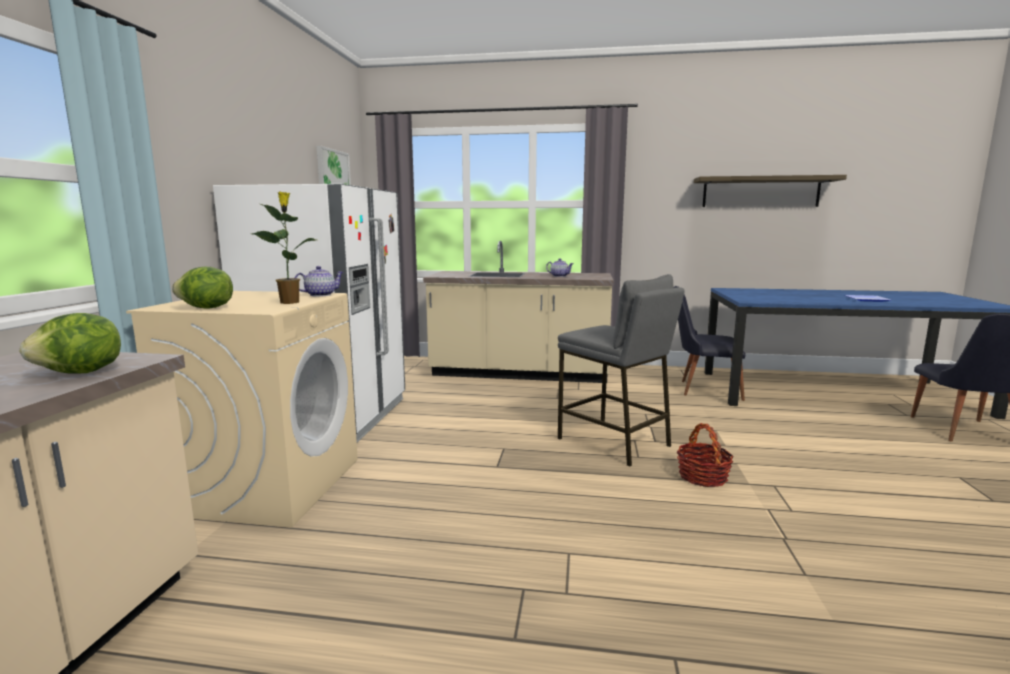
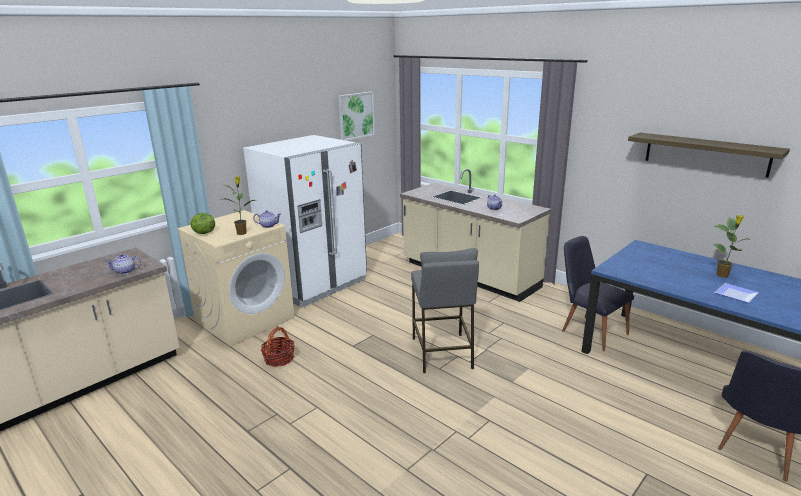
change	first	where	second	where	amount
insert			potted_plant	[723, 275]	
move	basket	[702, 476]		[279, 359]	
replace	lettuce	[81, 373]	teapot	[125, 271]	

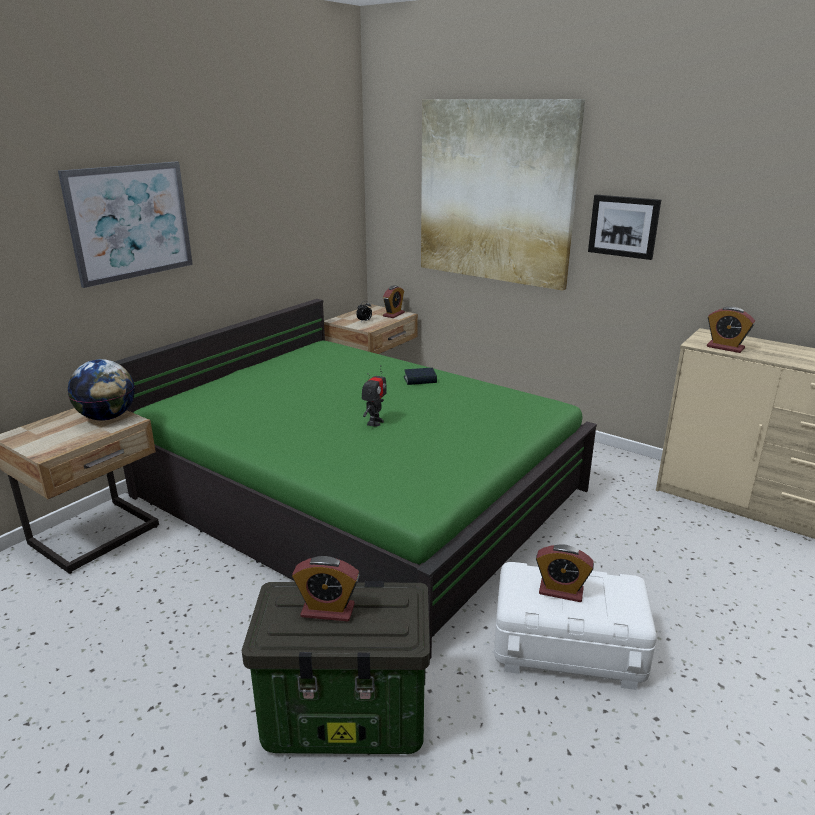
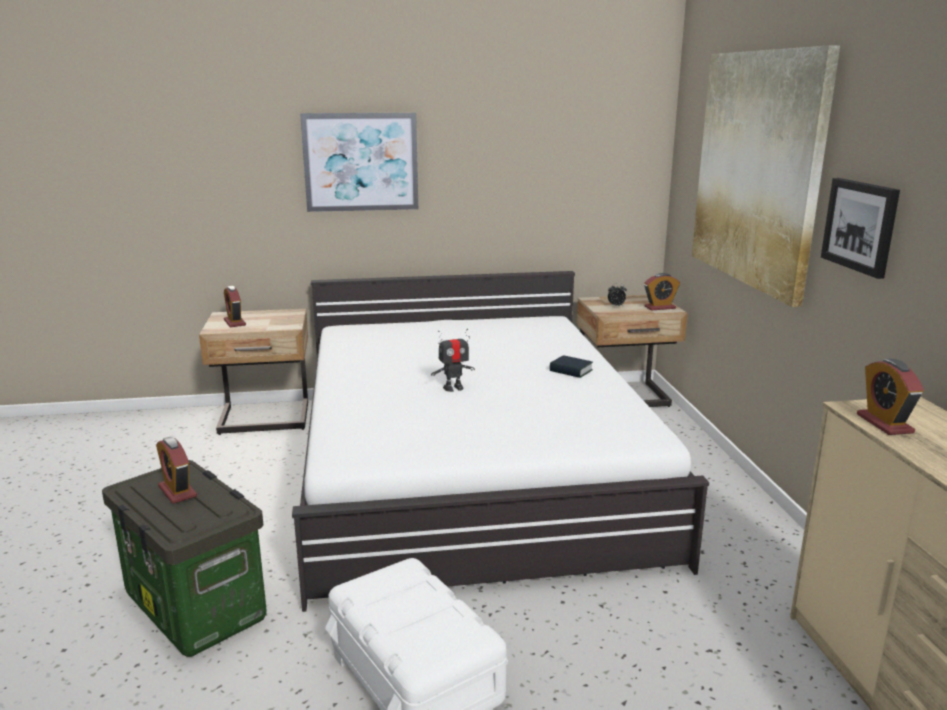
change	first	where	second	where	amount
delete	globe	[107, 417]			
move	alarm_clock	[561, 591]		[234, 322]	
recolor	green_bed	[359, 493]	white_bed	[469, 469]	

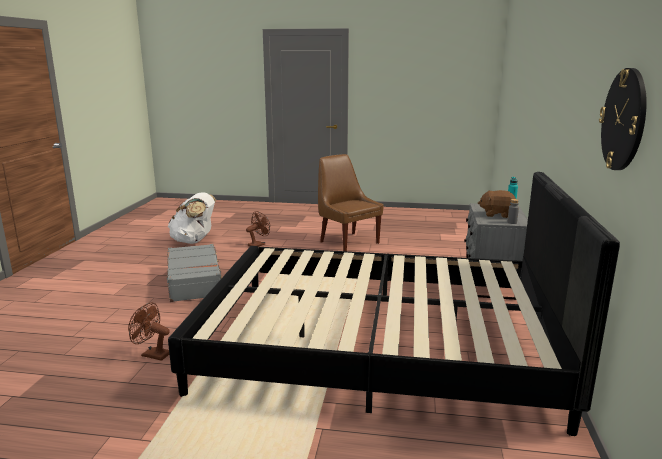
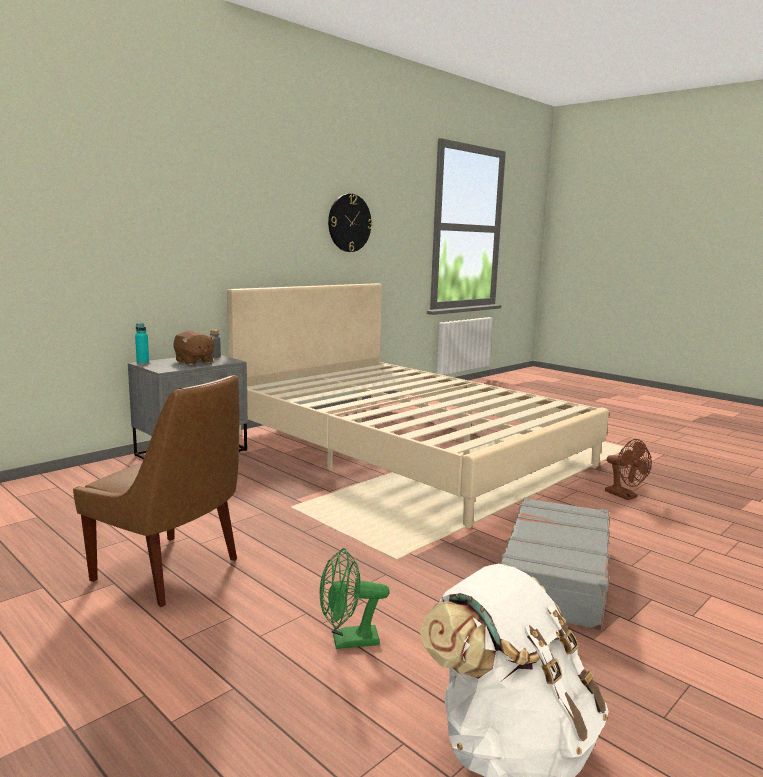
change	first	where	second	where	amount
recolor	black_bed	[378, 347]	beige_bed	[407, 448]	
recolor	brown_fan	[258, 244]	green_fan	[348, 641]	
rotate	brown_chair	[348, 242]		[170, 571]	60 degrees counterclockwise

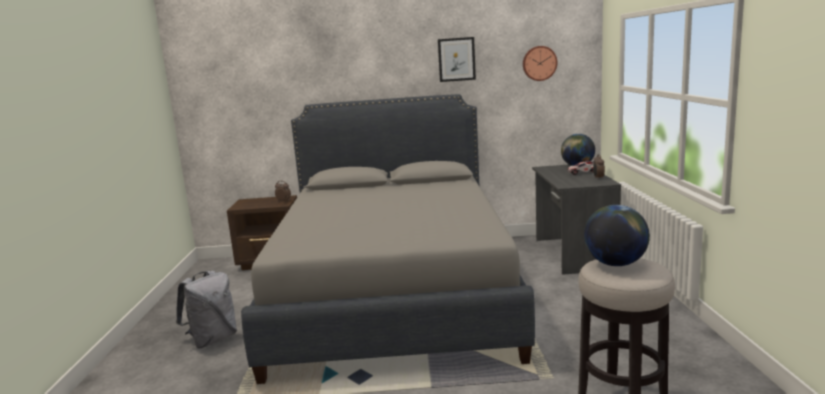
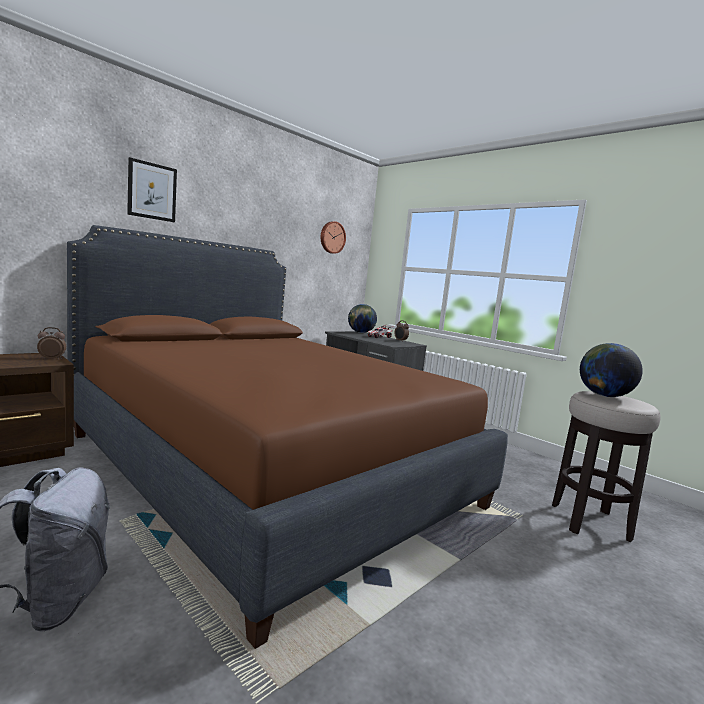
change	first	where	second	where	amount
move	picture	[456, 59]		[152, 191]	
recolor	grey_bed	[394, 294]	brown_bed	[265, 468]	

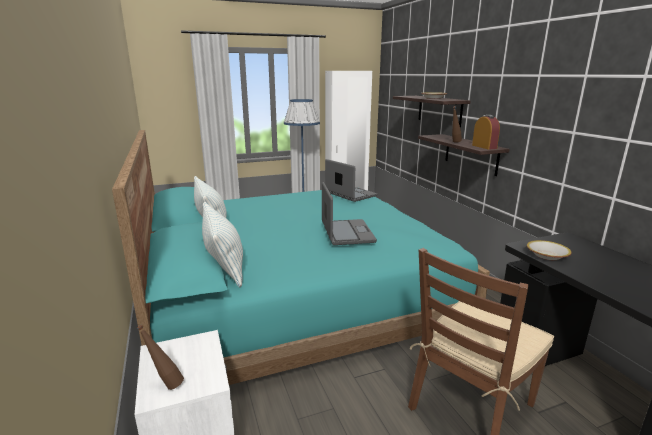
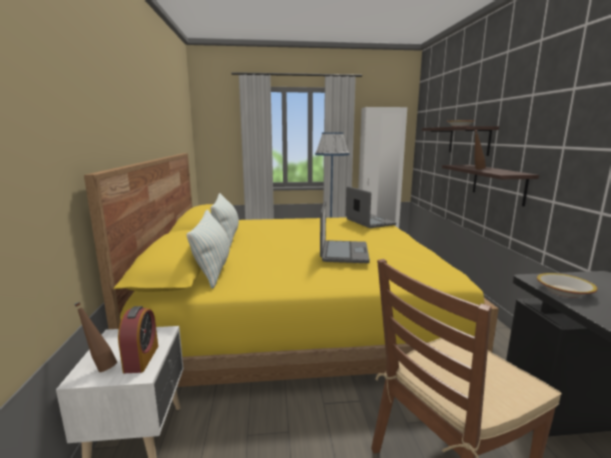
change	first	where	second	where	amount
move	alarm_clock	[484, 147]		[141, 358]	
recolor	turquoise_bed	[294, 292]	yellow_bed	[298, 311]	

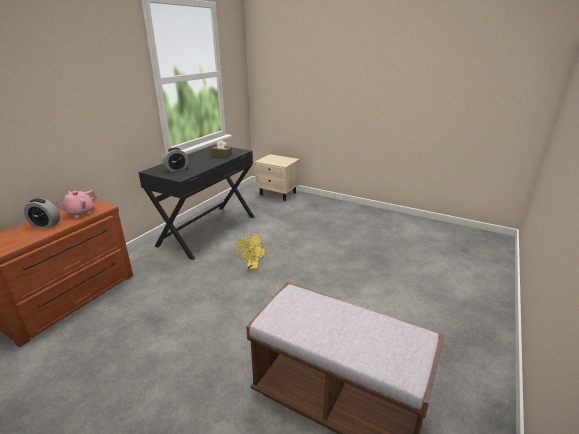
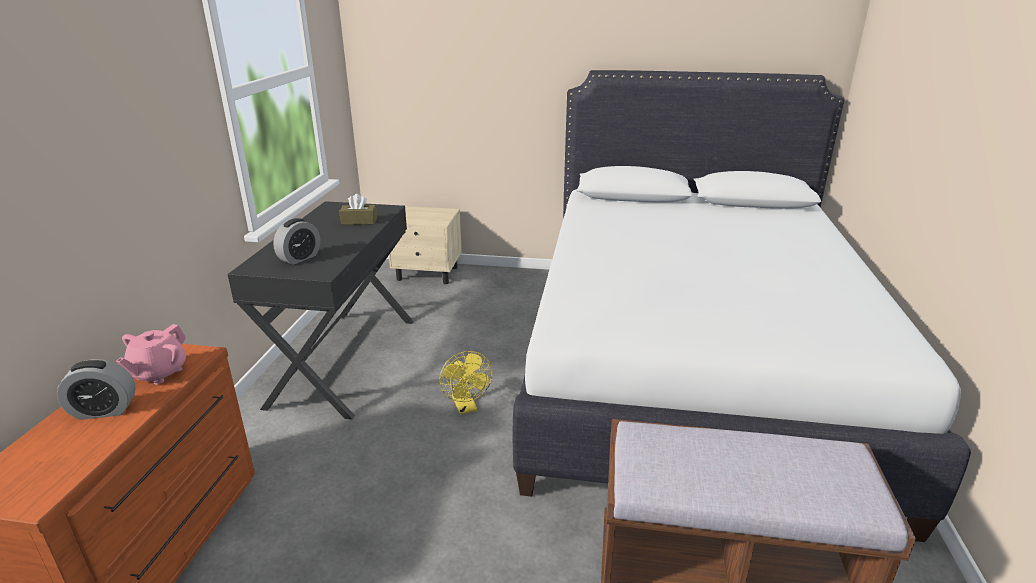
change	first	where	second	where	amount
insert			white_bed	[689, 365]	

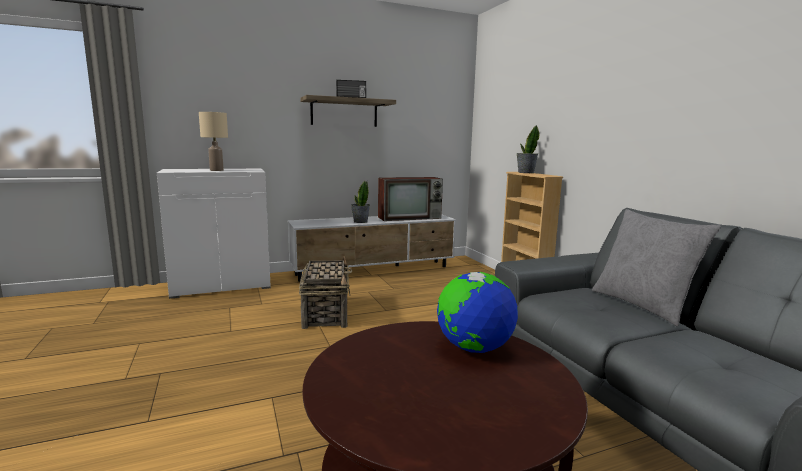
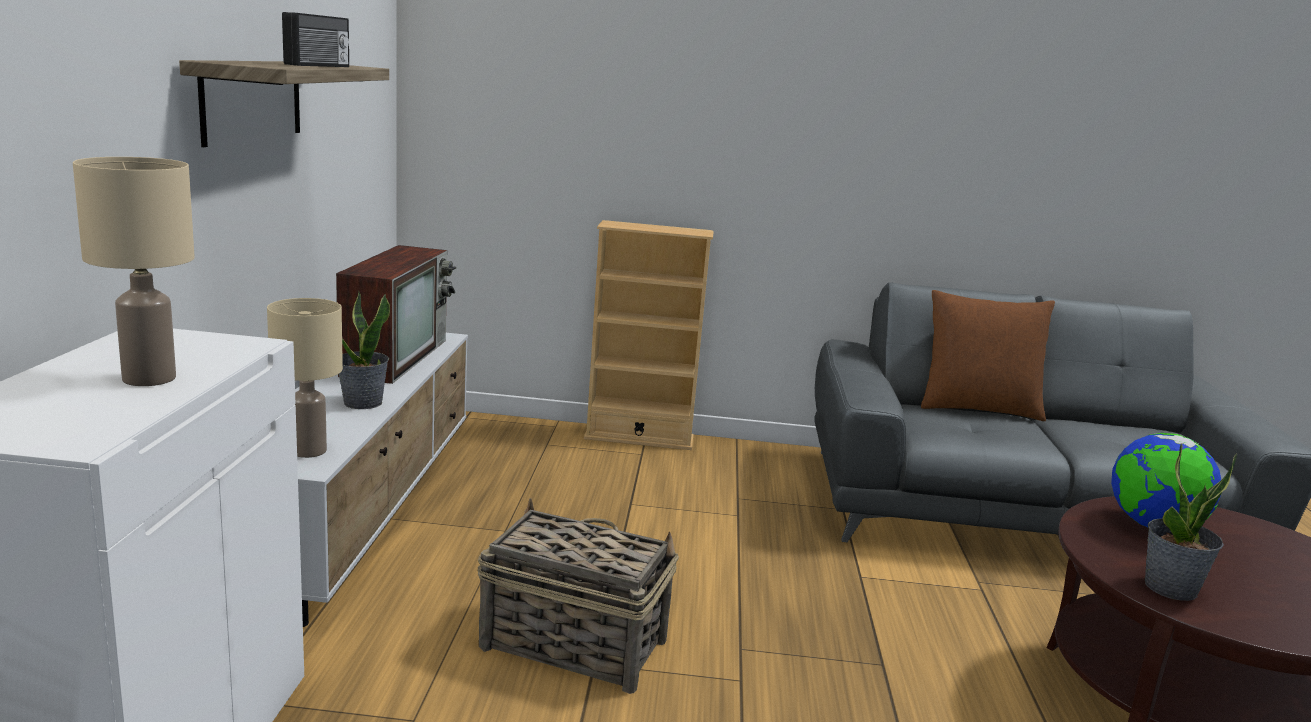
change	first	where	second	where	amount
insert			beige_table_lamp	[309, 450]	
move	potted_plant	[525, 172]		[1170, 588]	
recolor	grey_pillow	[642, 305]	brown_pillow	[977, 408]	

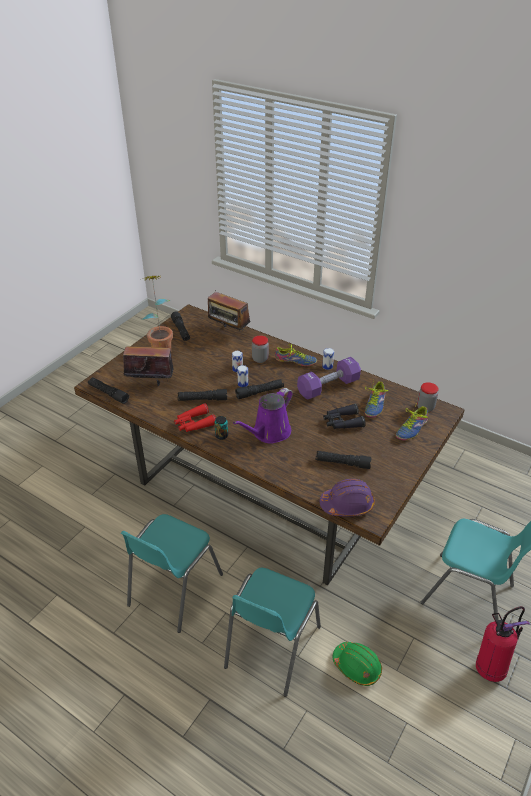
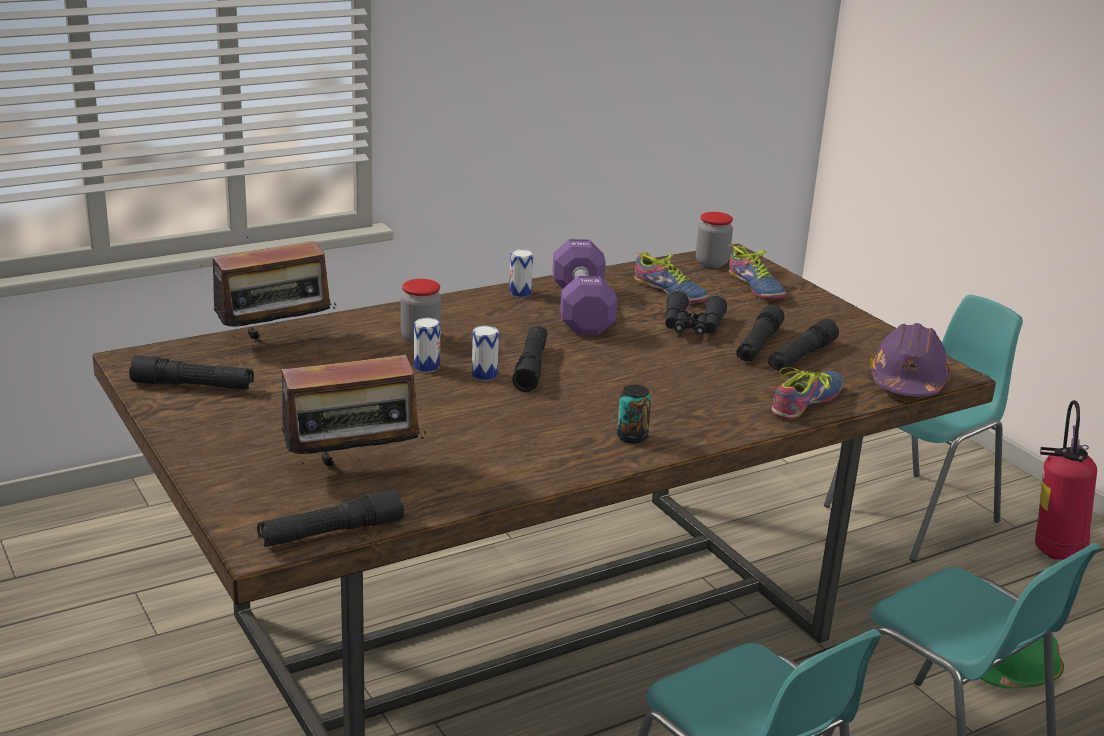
change	first	where	second	where	amount
delete	potted_plant	[161, 347]			
delete	red_binoculars	[194, 423]			
delete	purple_watering_can	[269, 433]			
move	black_flashlight	[202, 399]		[758, 345]	
move	shoe	[295, 362]		[810, 403]	
rotate	radio	[150, 382]		[353, 469]	135 degrees counterclockwise

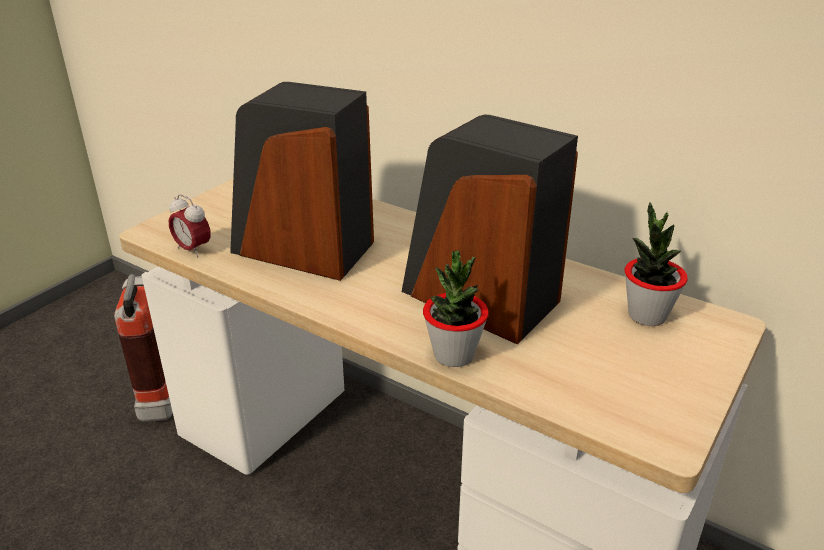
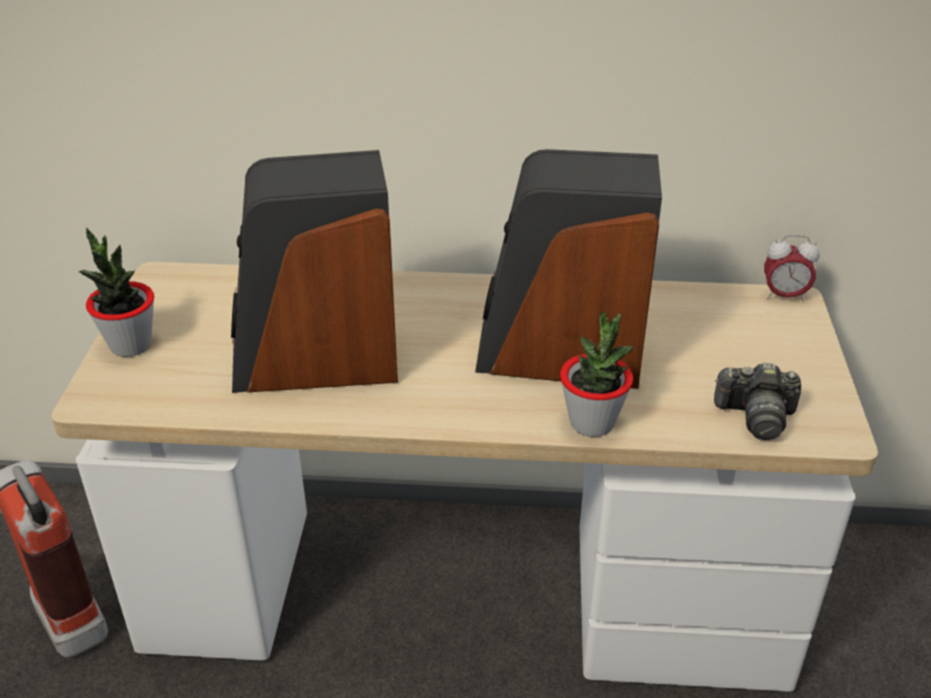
change	first	where	second	where	amount
insert			photo_camera	[756, 417]	
move	alarm_clock	[193, 250]		[784, 296]	
move	potted_plant	[646, 315]		[130, 345]	

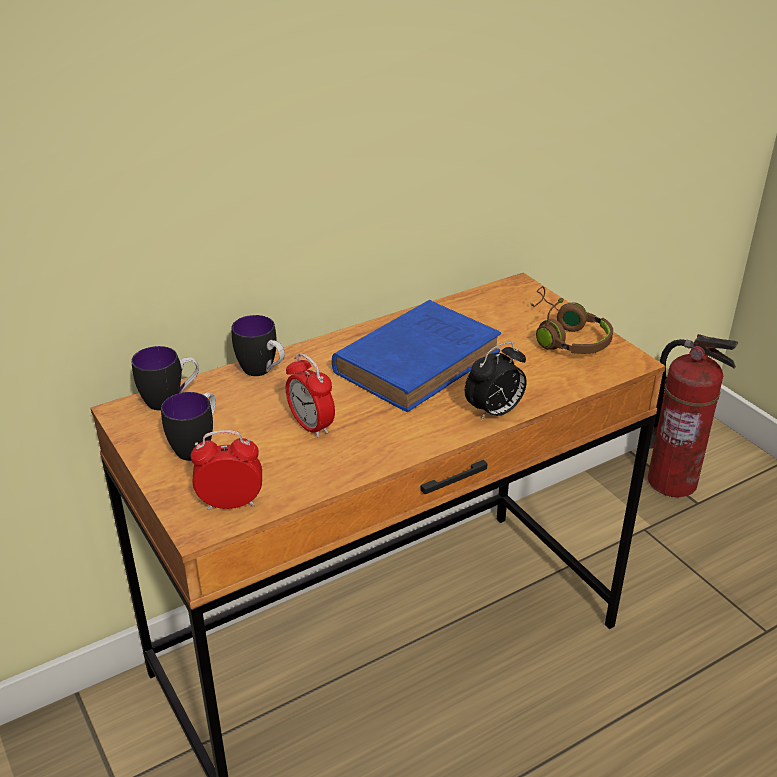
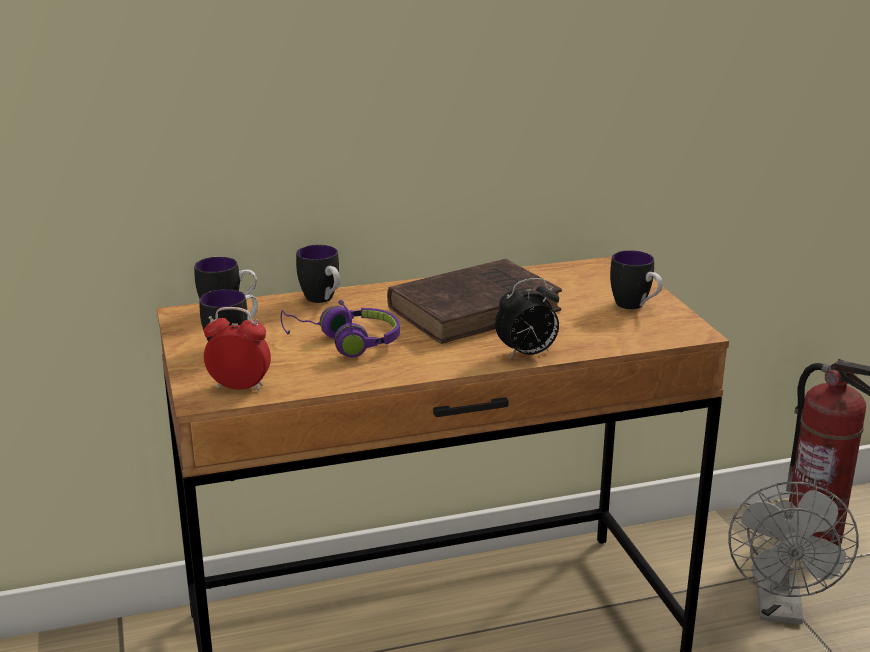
change	first	where	second	where	amount
insert			grey_fan	[780, 609]	
replace	alarm_clock	[311, 426]	purple_headphones	[344, 343]	
replace	brown_headphones	[564, 336]	mug	[635, 307]	
recolor	blue_book	[420, 360]	brown_book	[478, 309]	

